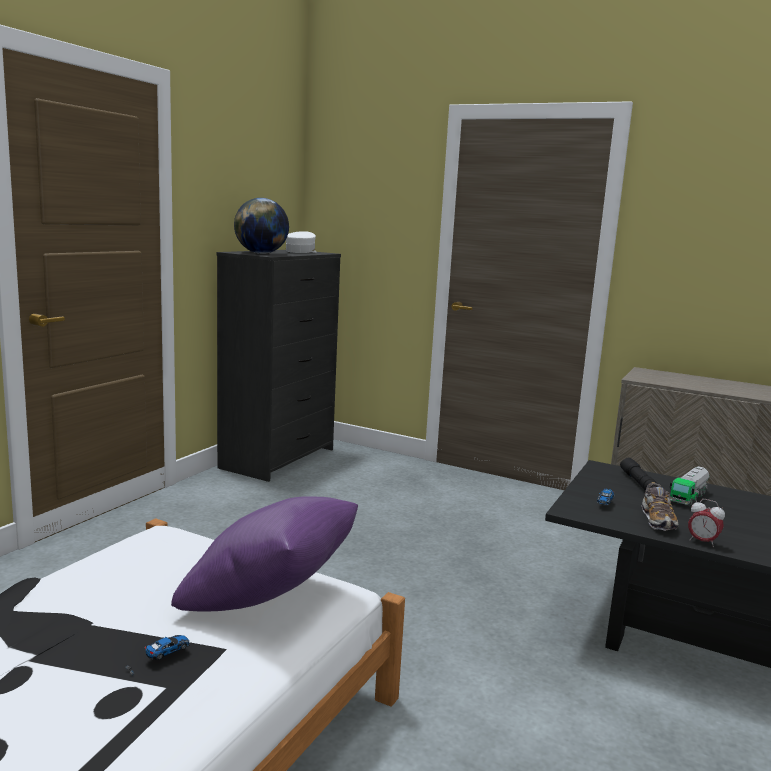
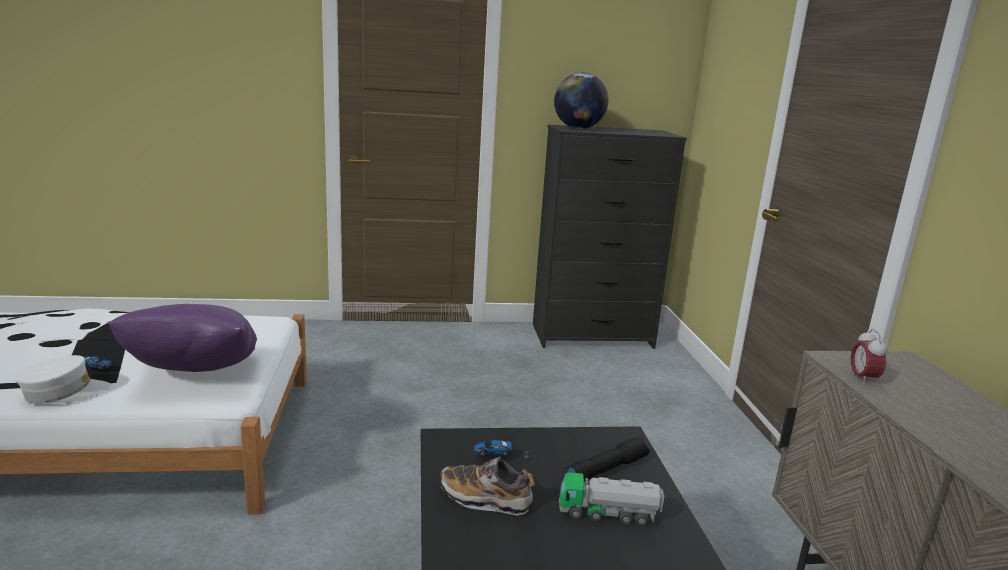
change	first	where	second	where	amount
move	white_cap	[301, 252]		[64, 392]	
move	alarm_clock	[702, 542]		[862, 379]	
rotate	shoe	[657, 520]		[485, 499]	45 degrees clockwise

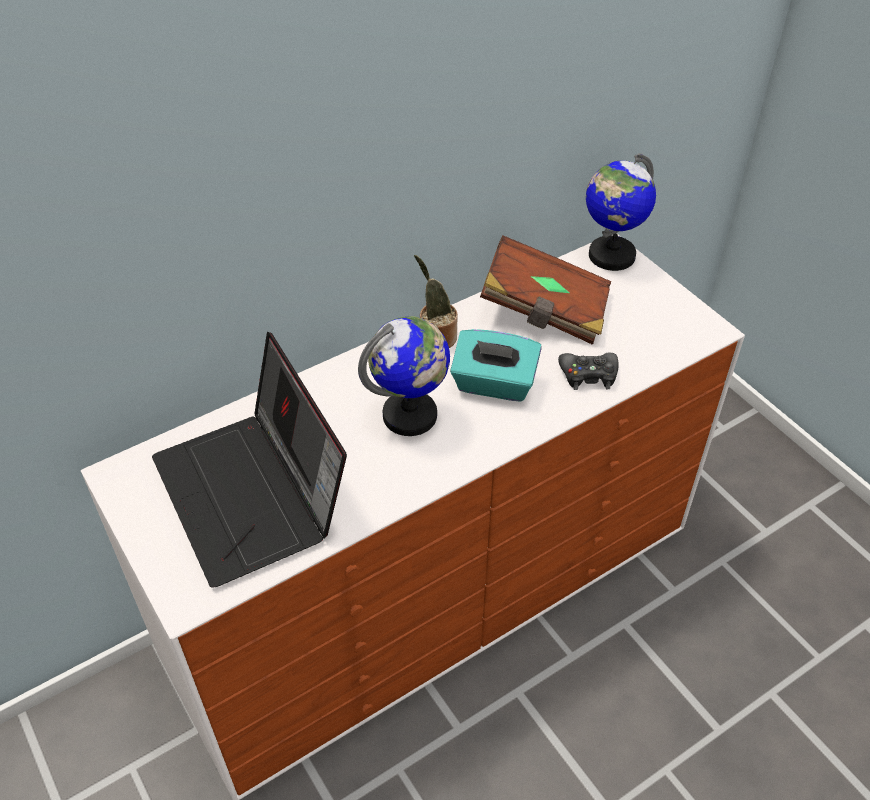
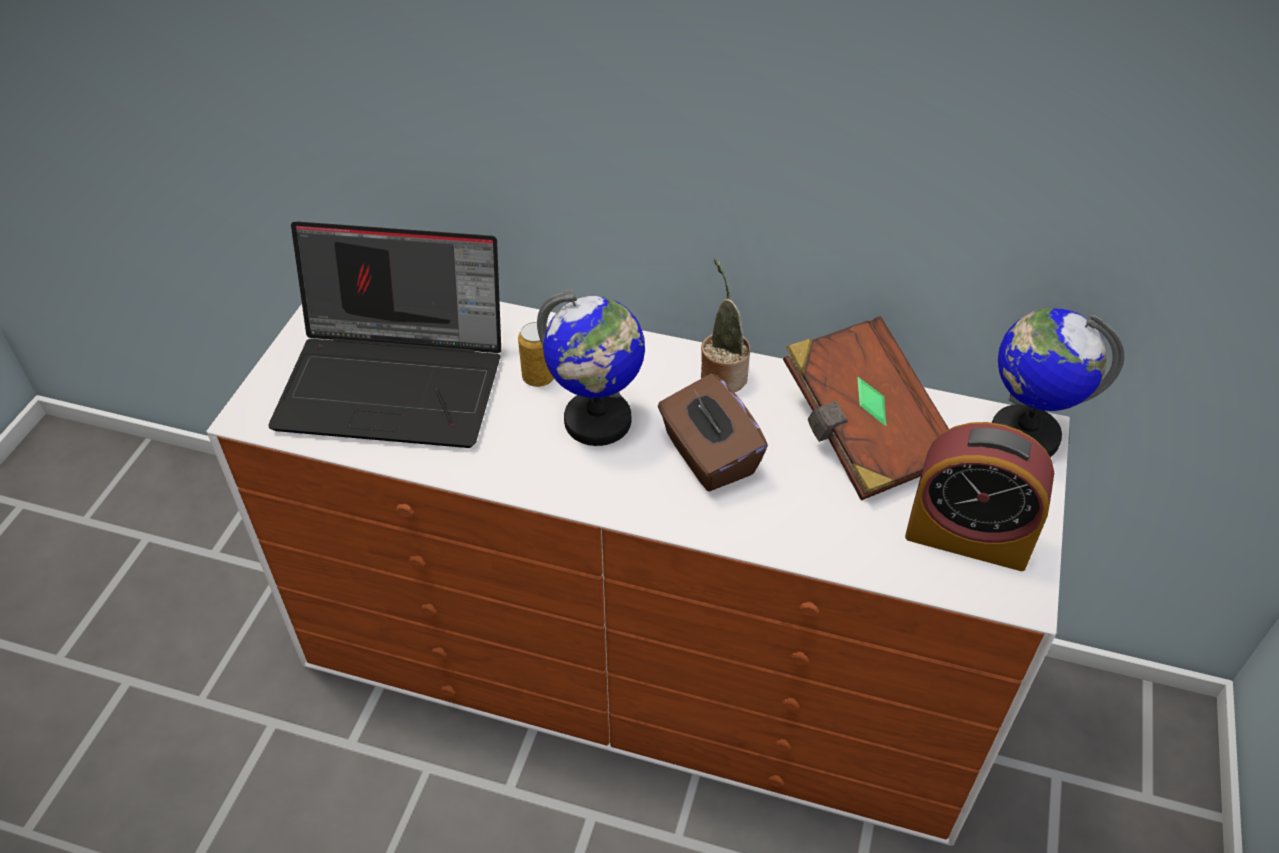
change	first	where	second	where	amount
delete	black_game_controller	[588, 375]			
insert			can	[538, 377]	
insert			alarm_clock	[967, 536]	
recolor	turquoise_tissue_box	[494, 384]	brown_tissue_box	[708, 456]	
rotate	laptop	[254, 495]		[397, 381]	105 degrees counterclockwise

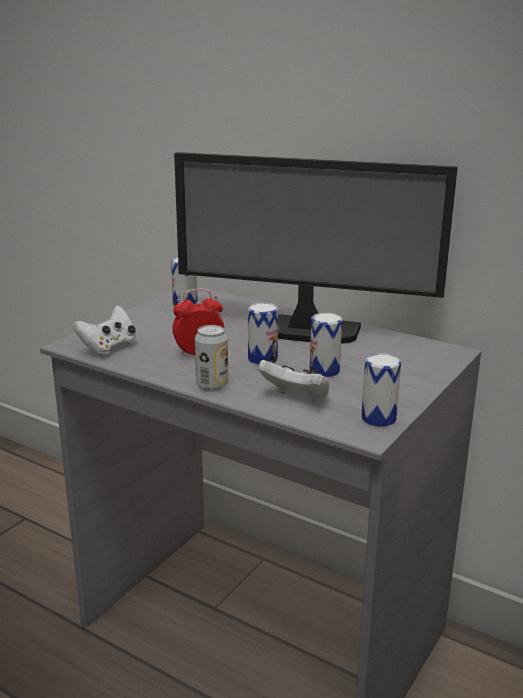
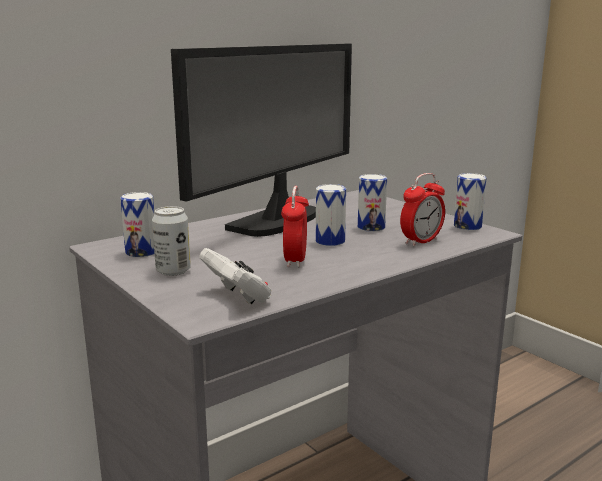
change	first	where	second	where	amount
move	can	[212, 385]		[173, 271]	
replace	white_game_controller	[296, 398]	alarm_clock	[421, 241]	

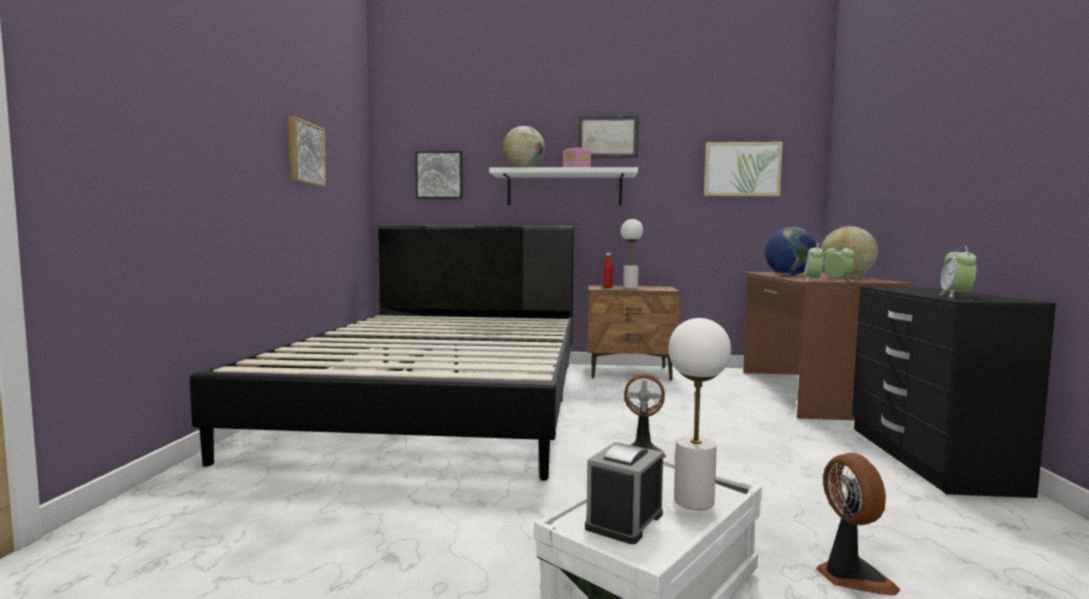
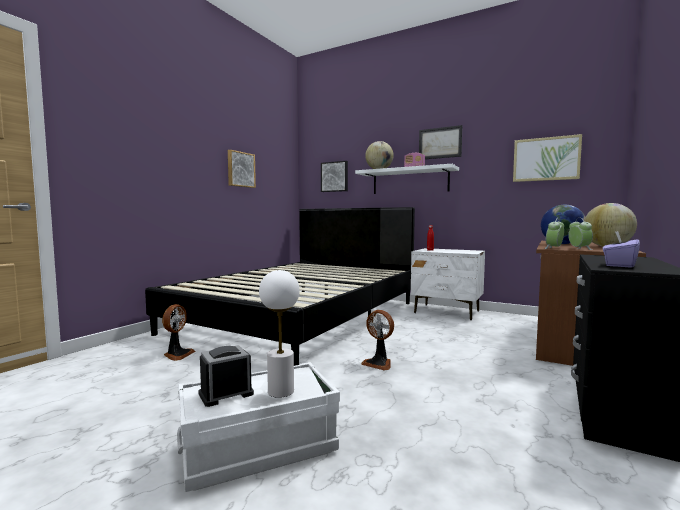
change	first	where	second	where	amount
delete	white_table_lamp	[630, 288]			
move	fan	[850, 576]		[177, 354]	
replace	alarm_clock	[955, 296]	purple_tissue_box	[619, 265]	
recolor	brown_nightstand	[630, 373]	white_nightstand	[447, 312]	

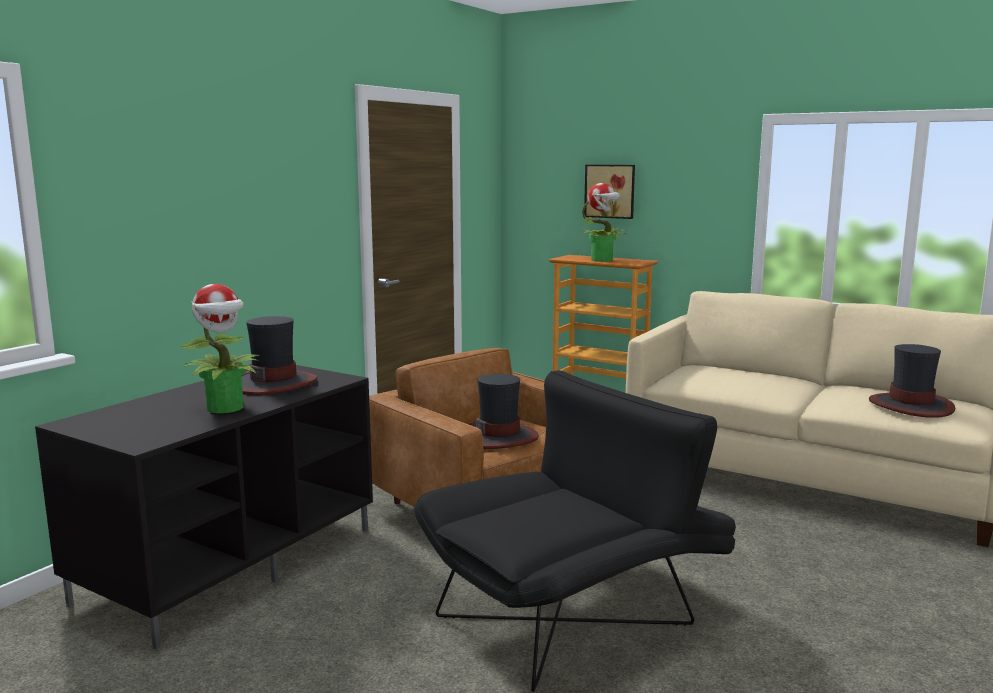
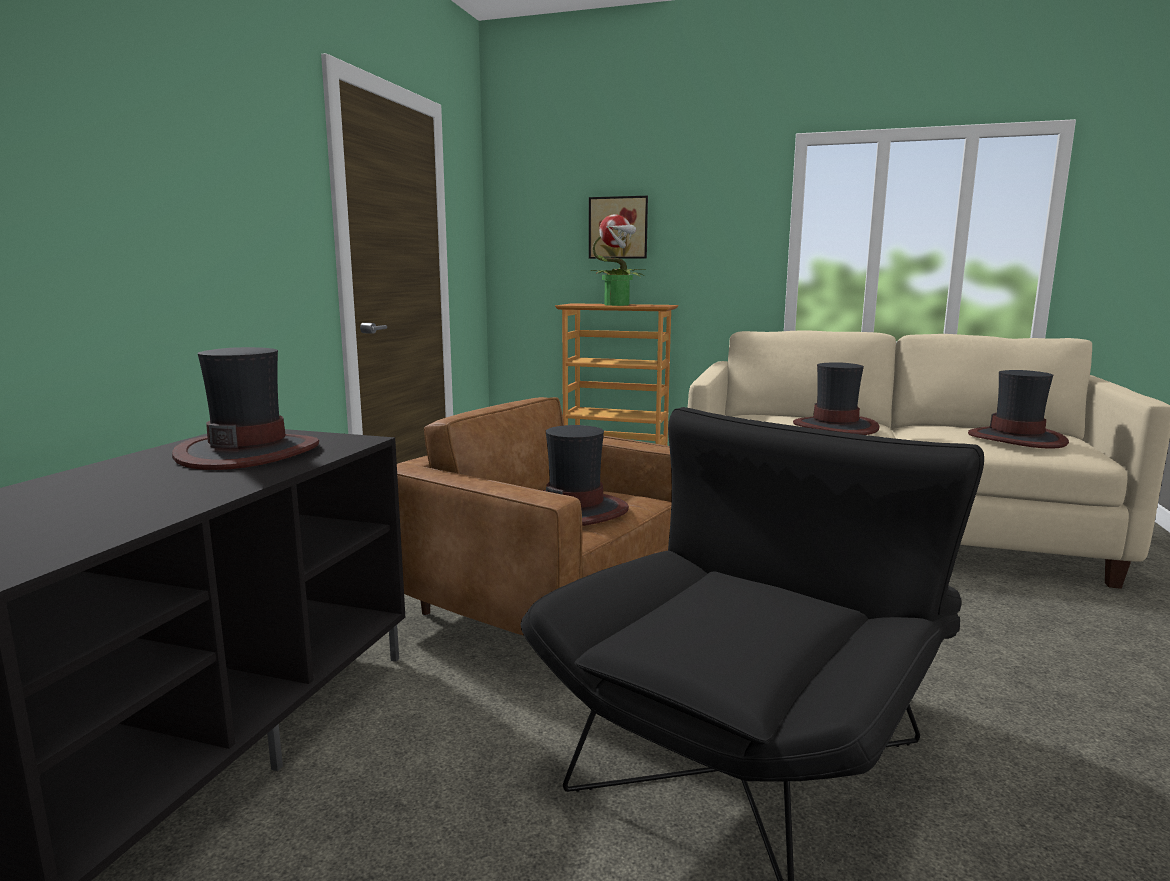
change	first	where	second	where	amount
delete	potted_plant	[226, 408]			
insert			hat	[835, 427]	

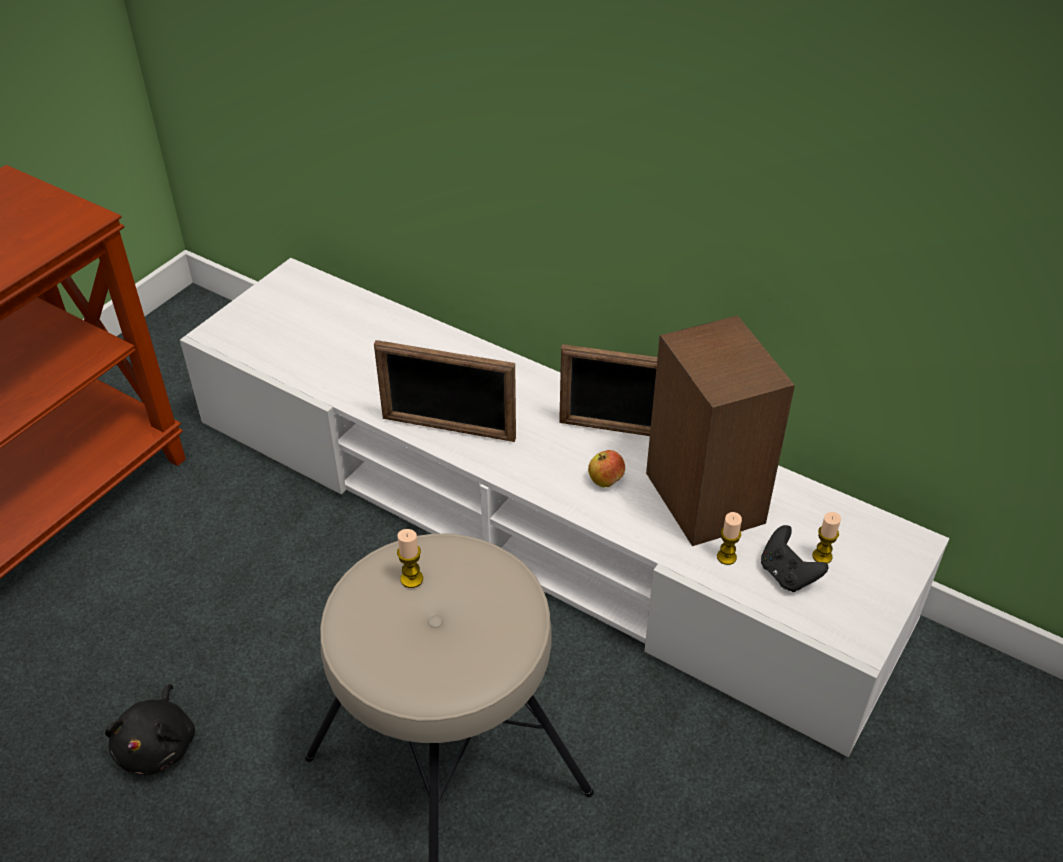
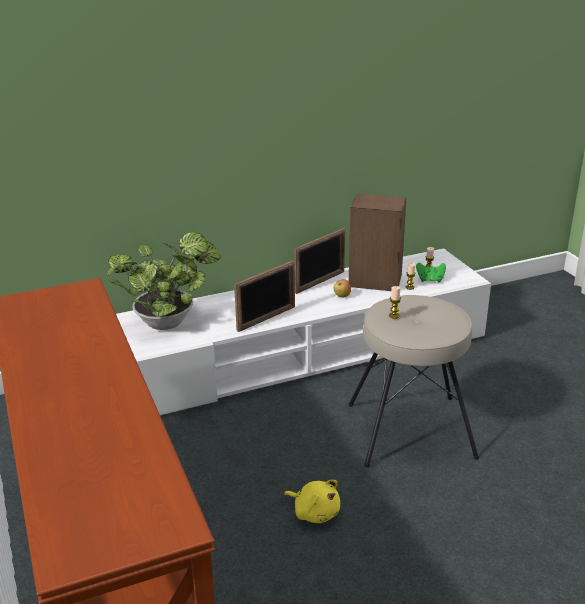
change	first	where	second	where	amount
insert			potted_plant	[169, 322]	
recolor	black_plush_toy	[159, 745]	yellow_plush_toy	[315, 512]	
recolor	black_game_controller	[787, 574]	green_game_controller	[430, 280]	

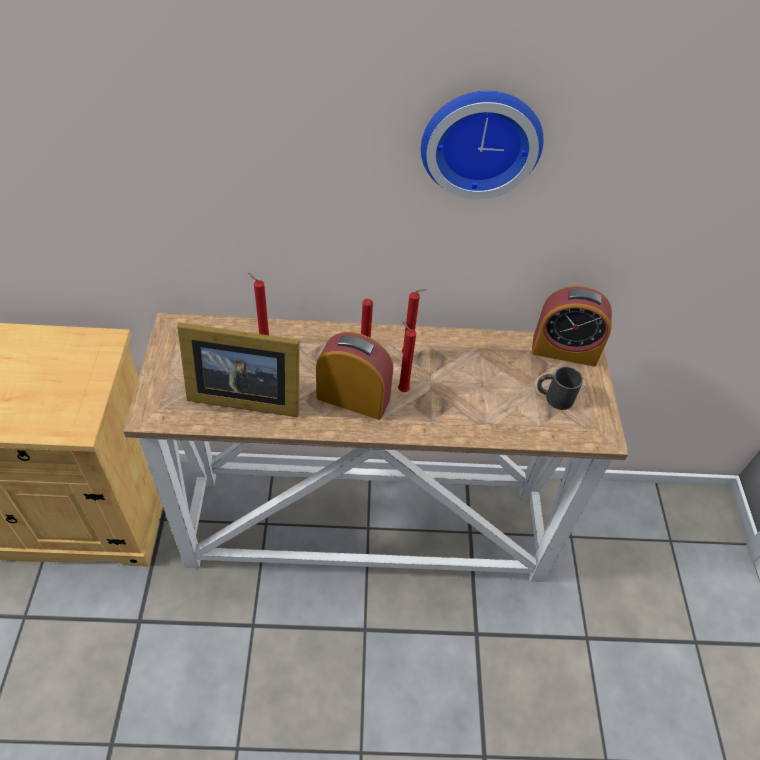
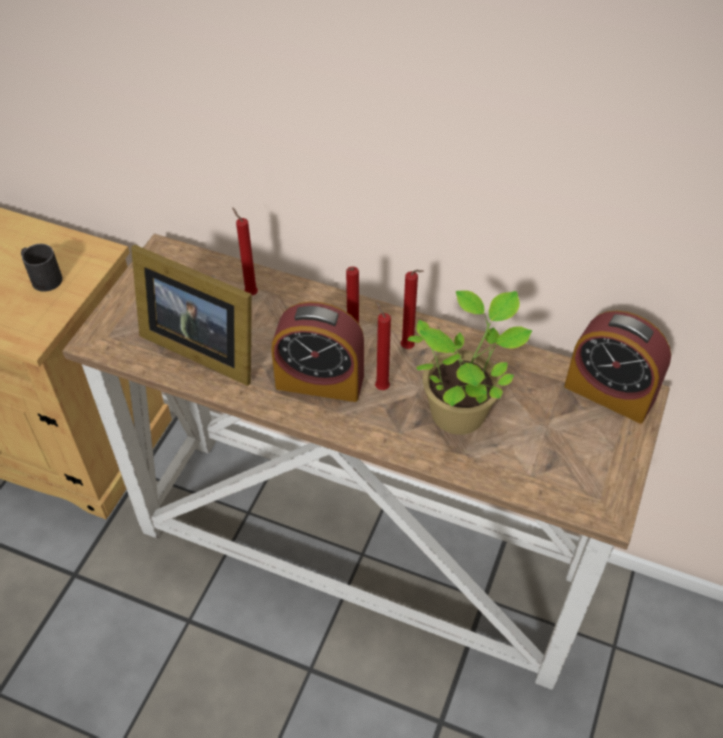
change	first	where	second	where	amount
delete	wall_clock	[480, 140]			
insert			potted_plant	[461, 410]	
move	black_mug	[553, 397]		[42, 277]	
rotate	alarm_clock	[353, 398]		[319, 381]	150 degrees clockwise

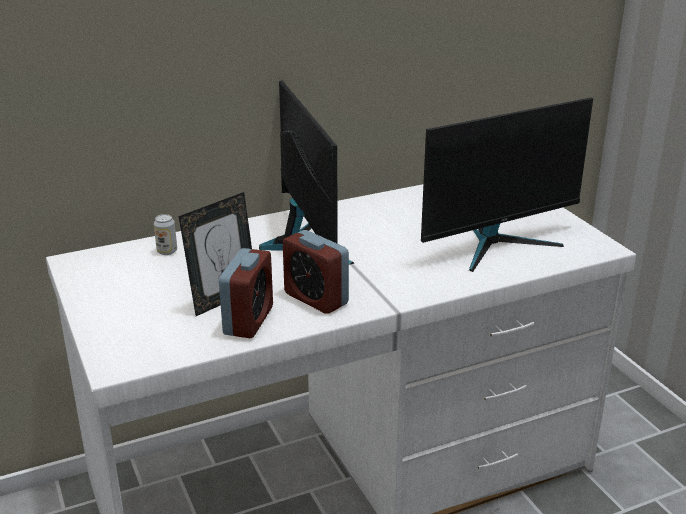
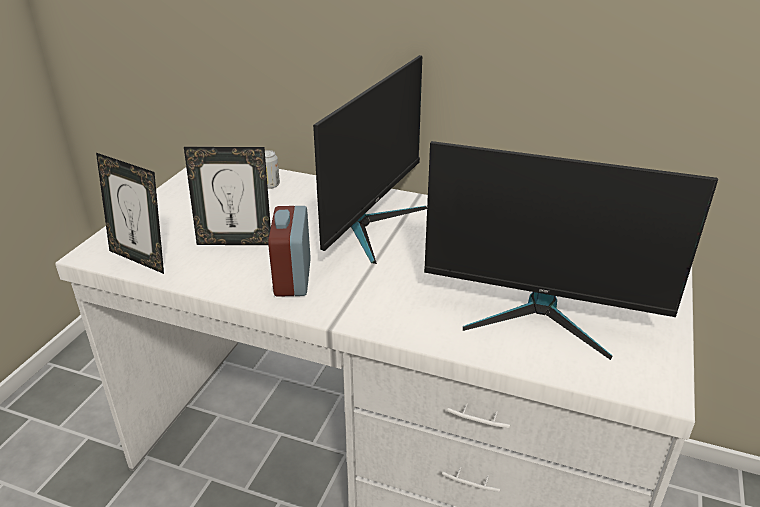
change	first	where	second	where	amount
delete	alarm_clock	[248, 321]			
insert			picture_frame	[141, 259]	

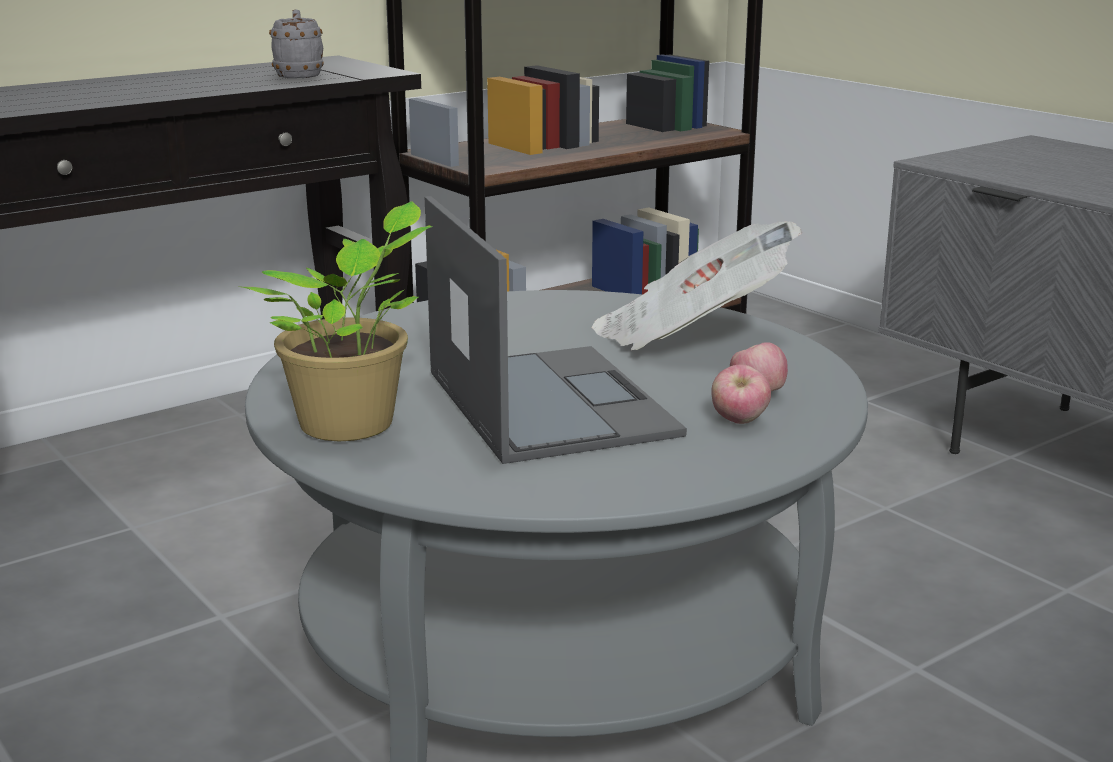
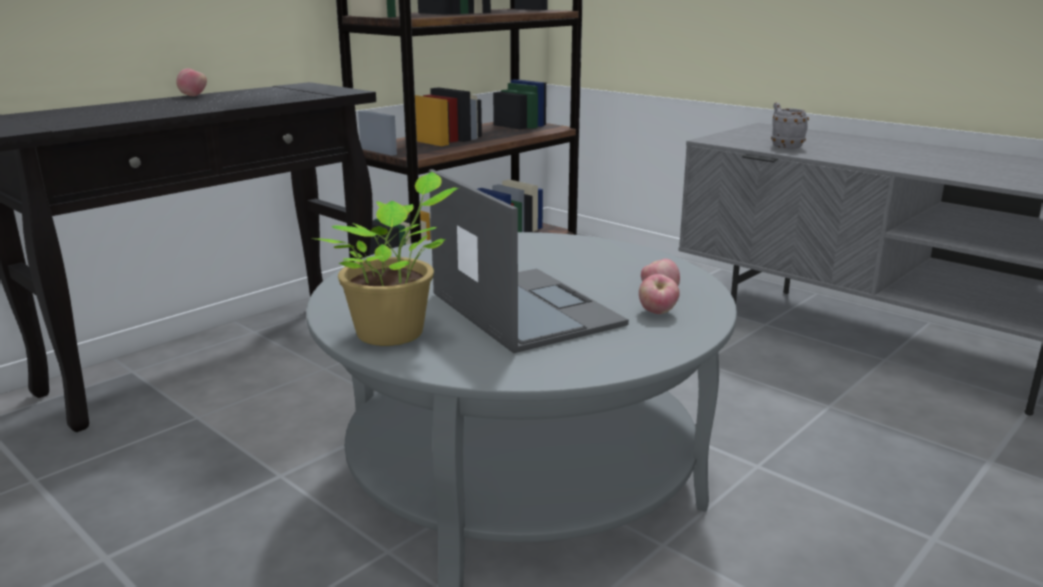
change	first	where	second	where	amount
delete	newspaper	[690, 336]			
insert			apple	[193, 96]	
move	grey_mug	[299, 76]		[783, 146]	

